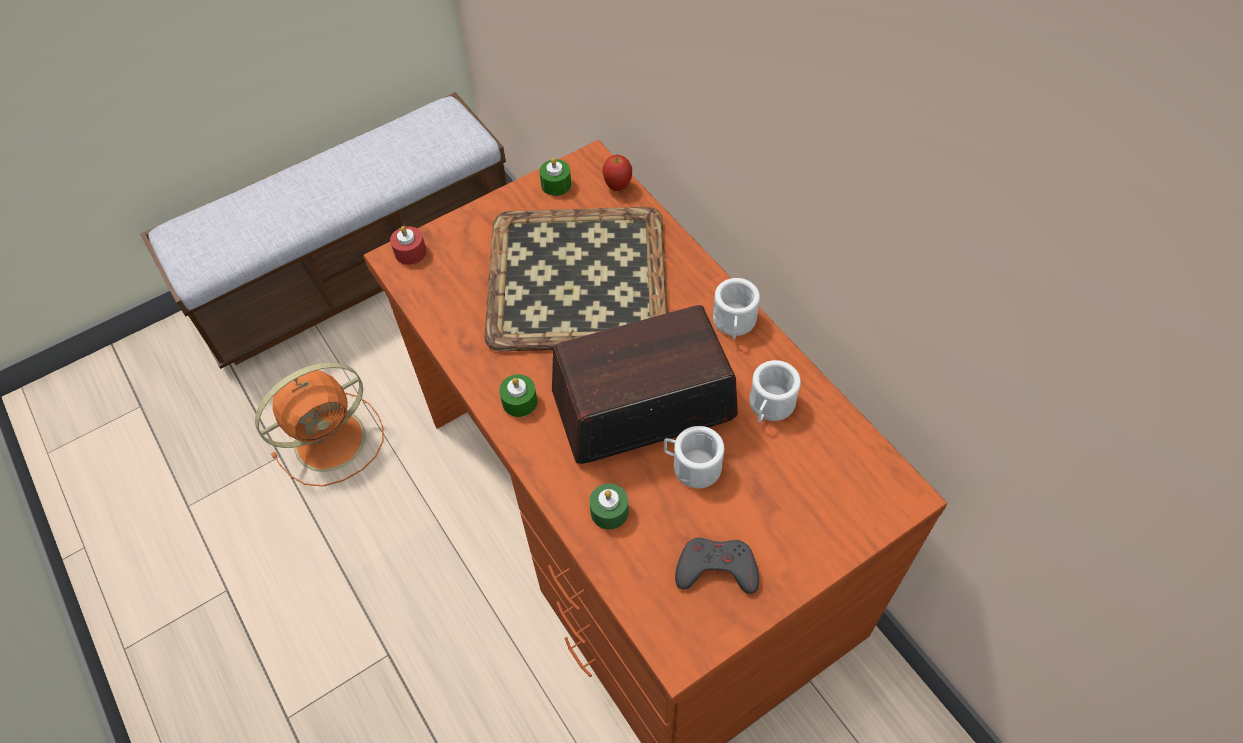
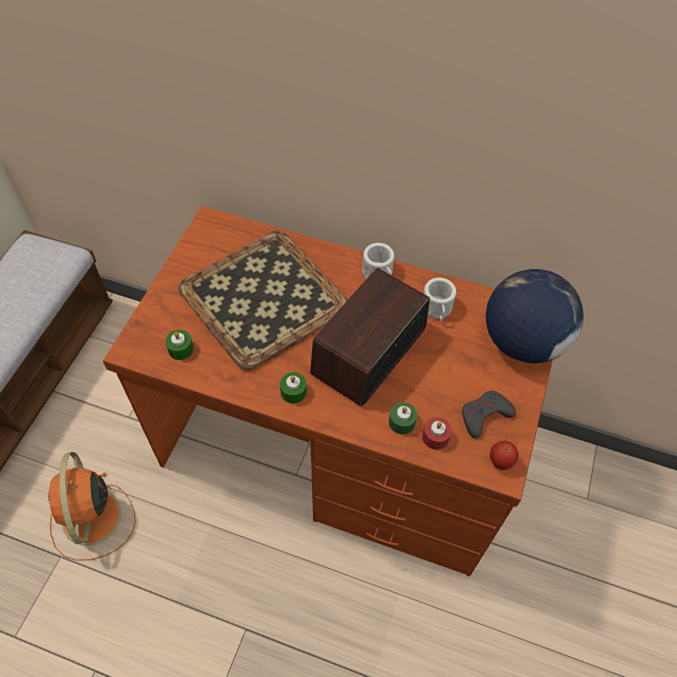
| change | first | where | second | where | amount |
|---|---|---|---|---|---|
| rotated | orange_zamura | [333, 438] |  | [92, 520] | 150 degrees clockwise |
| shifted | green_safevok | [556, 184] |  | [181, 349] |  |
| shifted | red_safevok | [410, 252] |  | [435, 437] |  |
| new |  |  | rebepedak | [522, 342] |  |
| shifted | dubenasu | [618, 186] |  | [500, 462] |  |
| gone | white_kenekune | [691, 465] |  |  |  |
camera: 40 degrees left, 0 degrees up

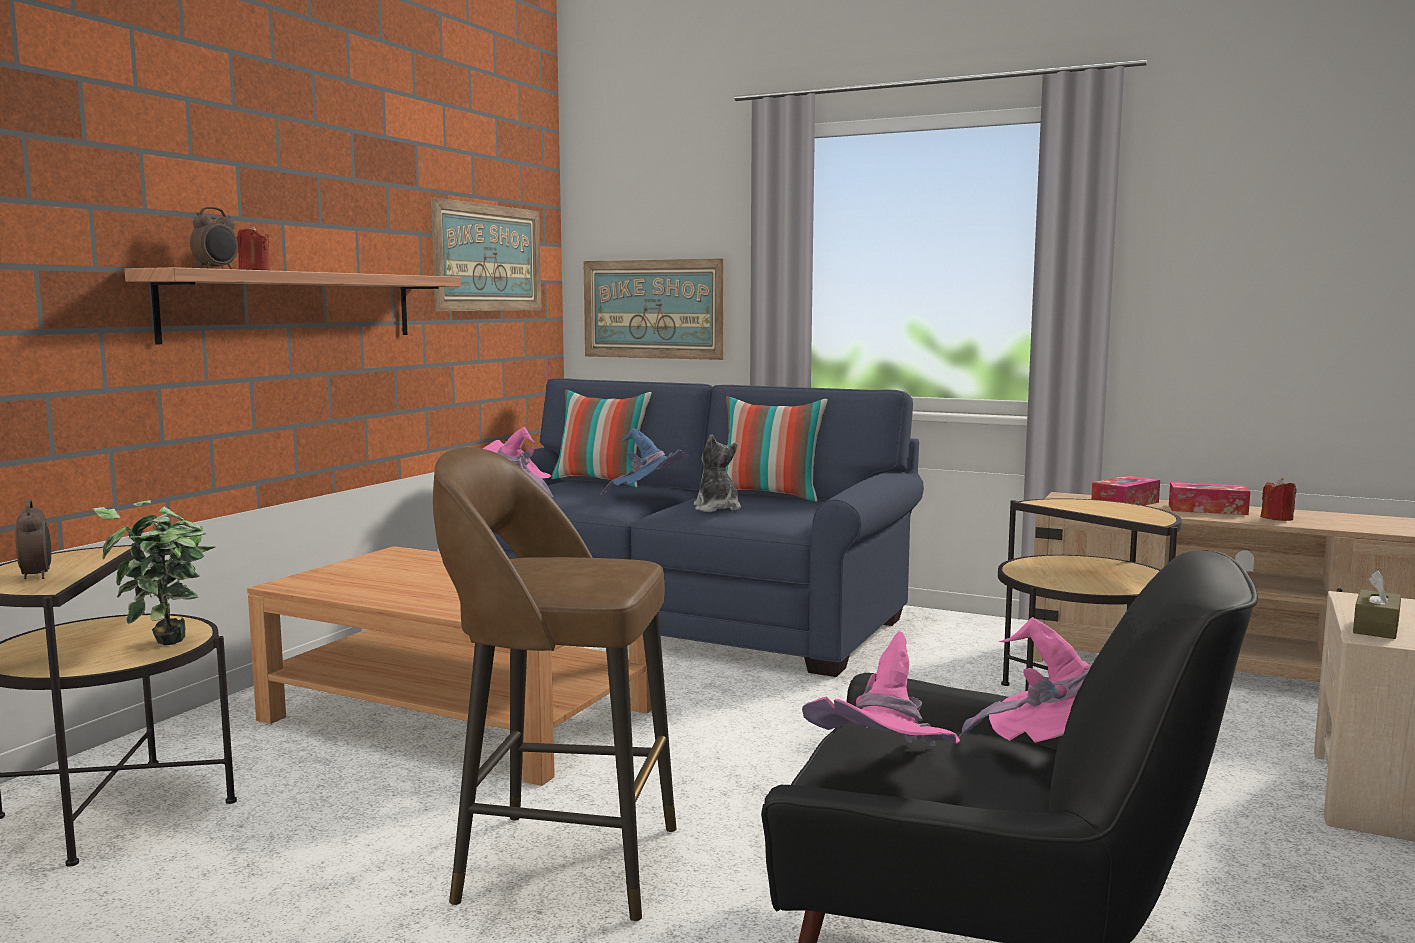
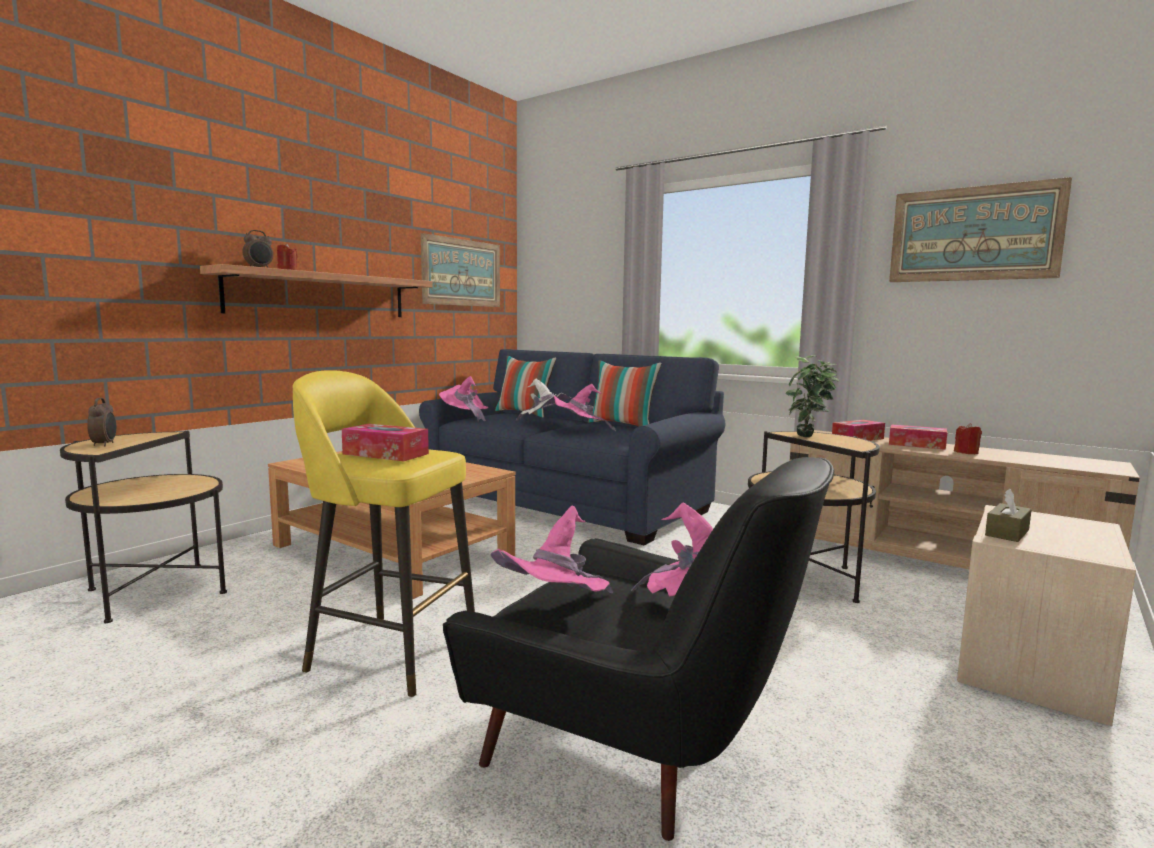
| change | first | where | second | where | amount |
|---|---|---|---|---|---|
| repainted | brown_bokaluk | [561, 863] | yellow_bokaluk | [389, 651] |  |
| new |  |  | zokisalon | [385, 454] |  |
| repainted | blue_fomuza | [648, 497] | white_fomuza | [544, 423] |  |
| swapped | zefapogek | [717, 508] | pink_fomuza | [580, 431] |  |
| shifted | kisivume | [166, 647] |  | [809, 438] |  |
| shifted | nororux | [653, 309] |  | [973, 234] |  |
camera: 10 degrees right, 0 degrees up

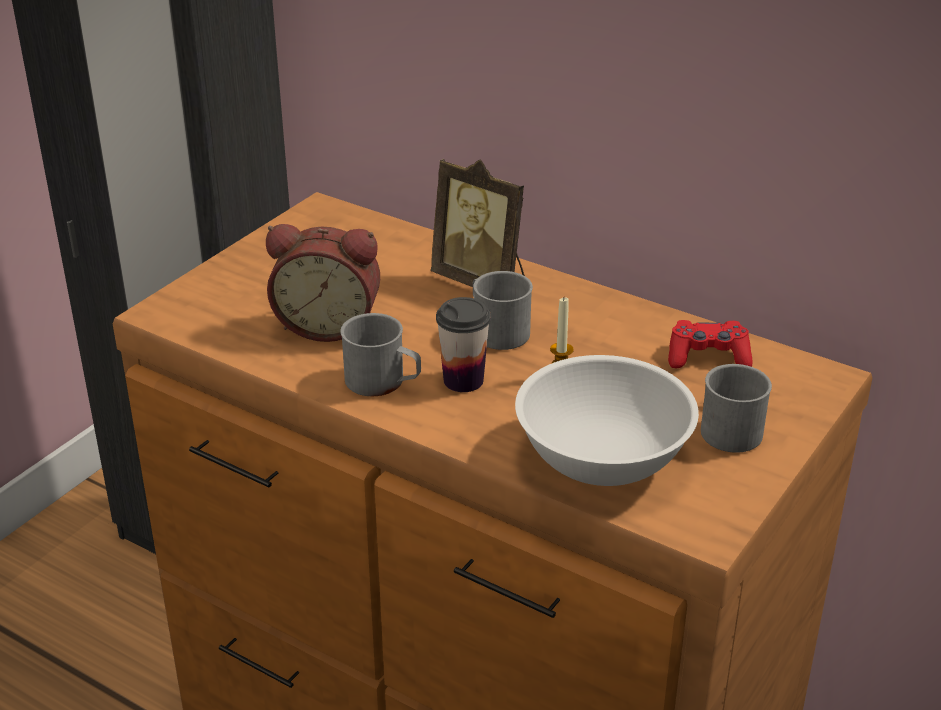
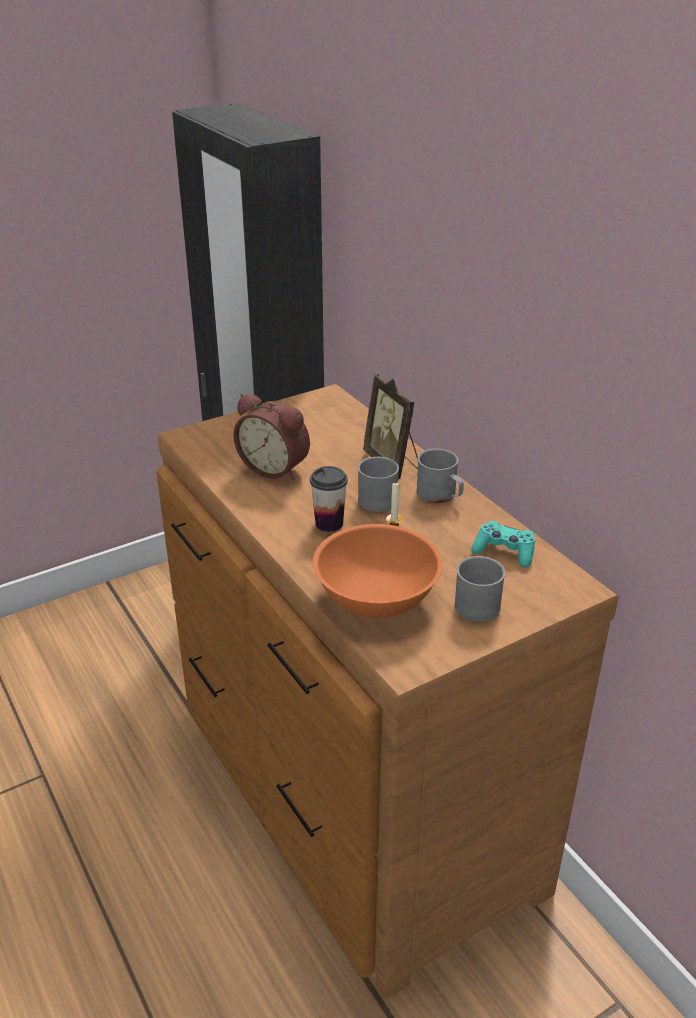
| change | first | where | second | where | amount |
|---|---|---|---|---|---|
| repainted | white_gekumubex | [602, 458] | orange_gekumubex | [377, 597] |  |
| shifted | grey_kenekune | [383, 382] |  | [440, 495] |  |
| repainted | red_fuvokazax | [708, 357] | turquoise_fuvokazax | [504, 552] |  |
camera: 25 degrees right, 0 degrees up

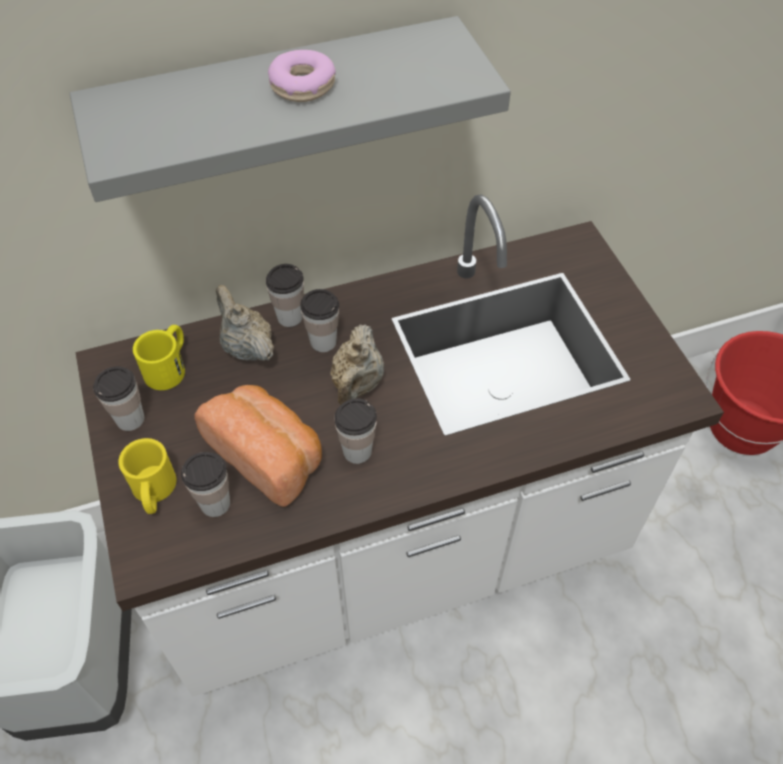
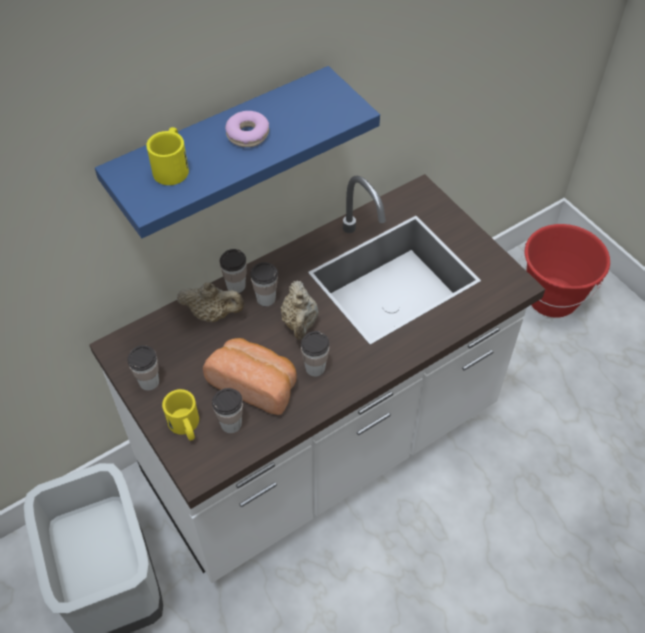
| change | first | where | second | where | amount |
|---|---|---|---|---|---|
| repainted | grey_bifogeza | [279, 107] | blue_bifogeza | [221, 146] |  |
| shifted | yellow_kenekune | [169, 366] |  | [172, 166] |  |
| rotated | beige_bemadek | [246, 347] |  | [213, 314] | 150 degrees clockwise |
camera: 15 degrees left, 0 degrees up

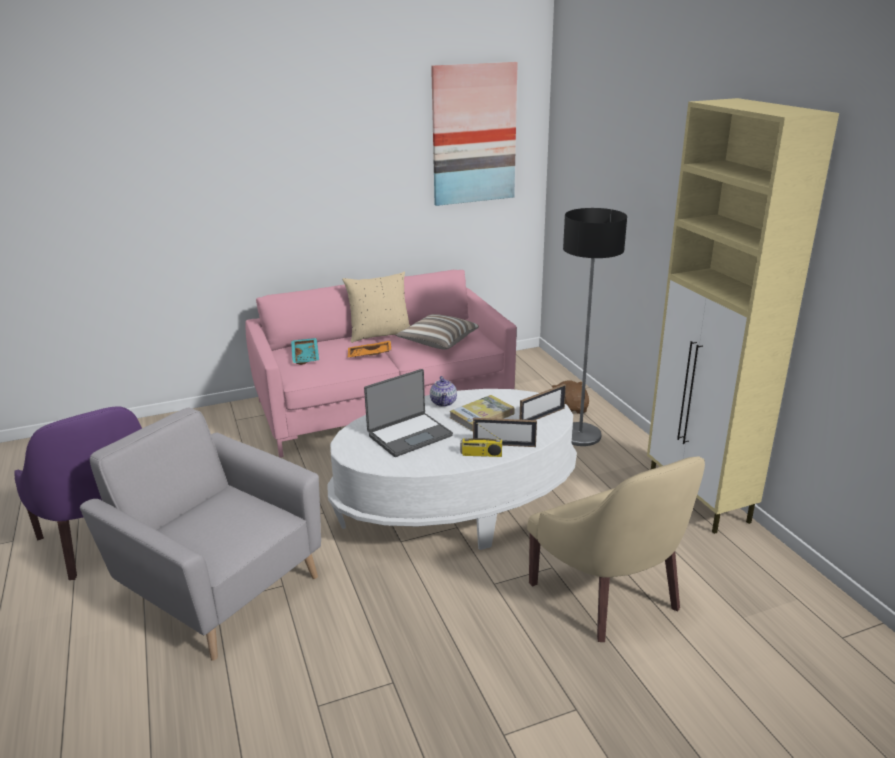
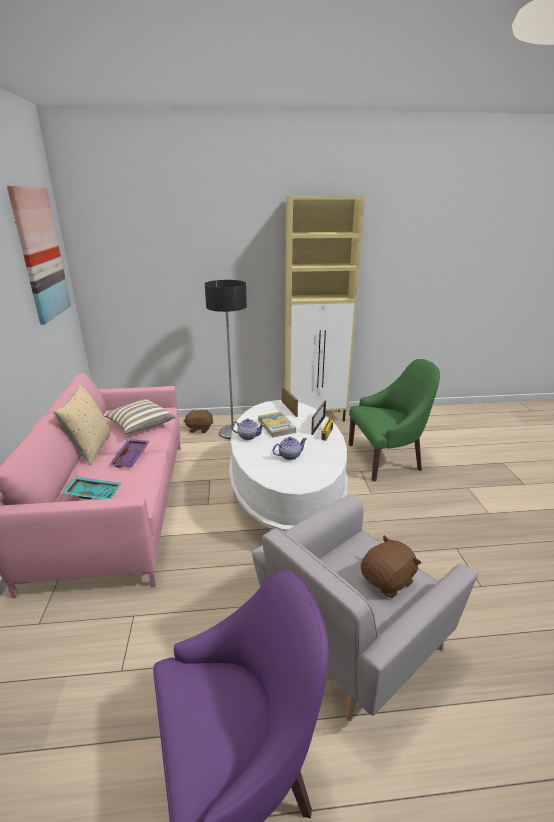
| change | first | where | second | where | amount |
|---|---|---|---|---|---|
| repainted | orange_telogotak | [369, 355] | purple_telogotak | [131, 458] |  |
| swapped | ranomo | [409, 435] | bemadek | [289, 456] |  |
| repainted | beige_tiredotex | [610, 595] | green_tiredotex | [386, 459] |  |
| new |  |  | brown_zefapogek | [388, 580] |  |
camera: 75 degrees left, 0 degrees up

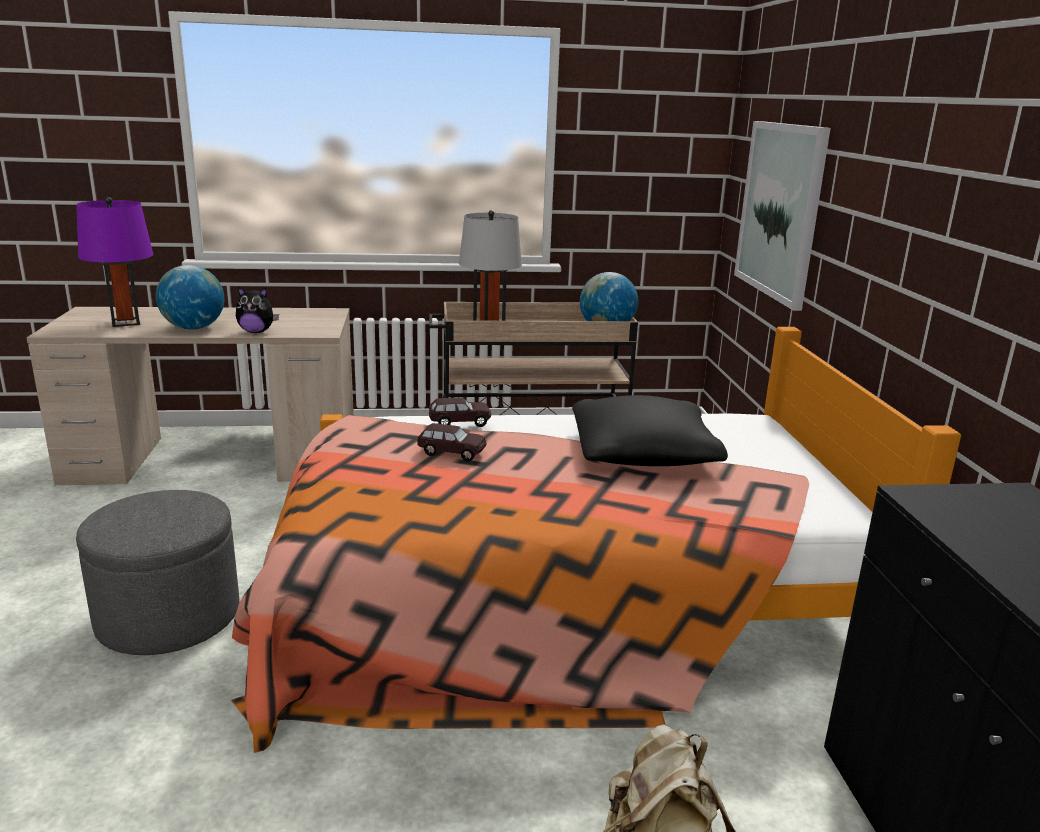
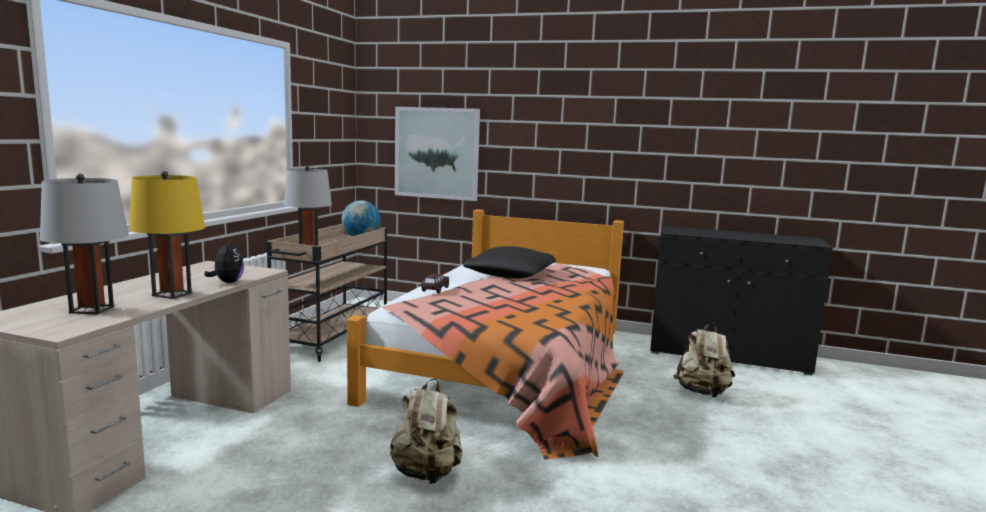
| change | first | where | second | where | amount |
|---|---|---|---|---|---|
| repainted | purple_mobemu | [125, 322] | grey_mobemu | [91, 309] |  |
| swapped | rebepedak | [193, 328] | yellow_mobemu | [172, 294] |  |
| rotated | zefapogek | [256, 332] |  | [227, 282] | 45 degrees counterclockwise |
| swapped | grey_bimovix | [168, 617] | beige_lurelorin | [426, 473] |  |
| gone | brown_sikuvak | [452, 452] |  |  |  |
camera: 65 degrees left, 10 degrees down

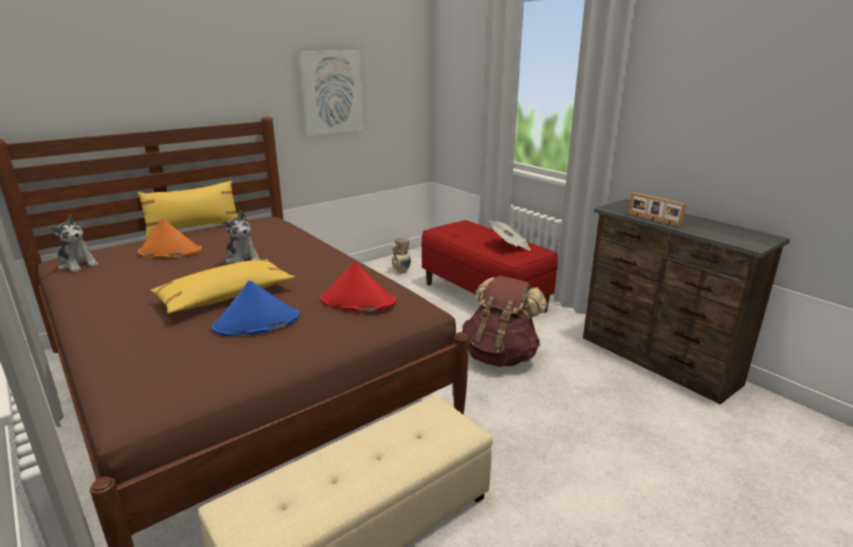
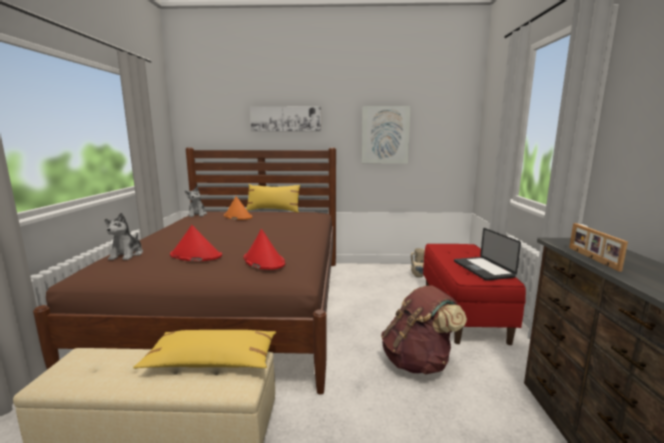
| change | first | where | second | where | amount |
|---|---|---|---|---|---|
| shifted | zefapogek | [243, 259] |  | [127, 255] |  |
| shifted | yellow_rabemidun | [225, 296] |  | [212, 361] |  |
| repainted | blue_fomuza | [256, 323] | red_fomuza | [195, 255] |  |
| new |  |  | nororux | [286, 119] |  |
| swapped | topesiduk | [510, 246] | ranomo | [483, 269] |  |
camera: 40 degrees right, 10 degrees down

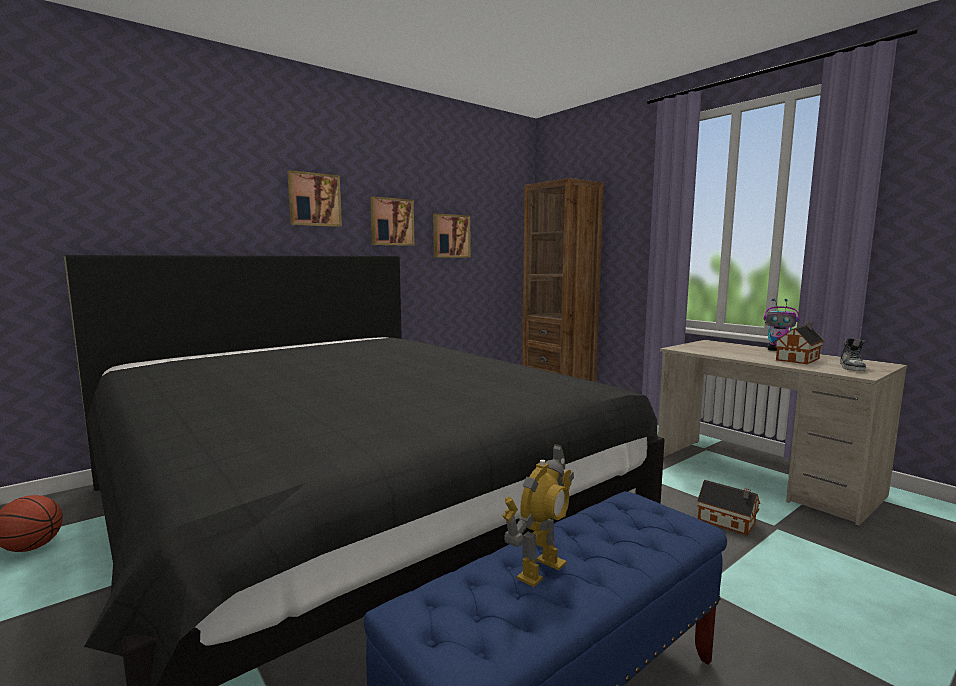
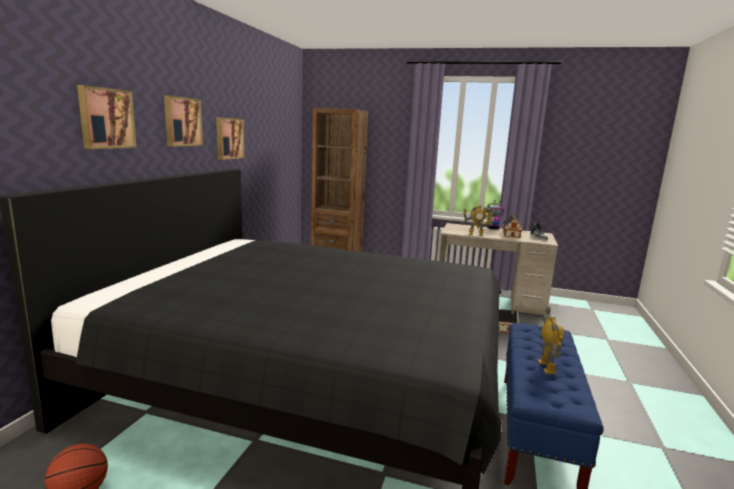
| change | first | where | second | where | amount |
|---|---|---|---|---|---|
| shifted | nororux | [450, 236] |  | [106, 118] |  |
| new |  |  | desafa | [476, 234] |  |
camera: 35 degrees left, 5 degrees up

